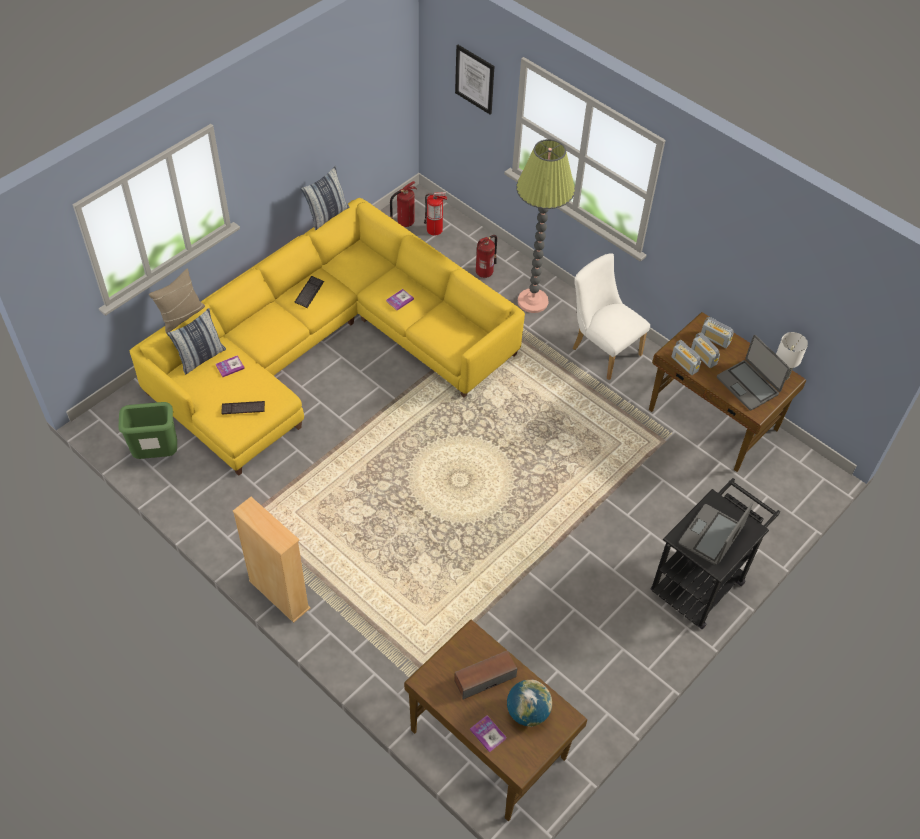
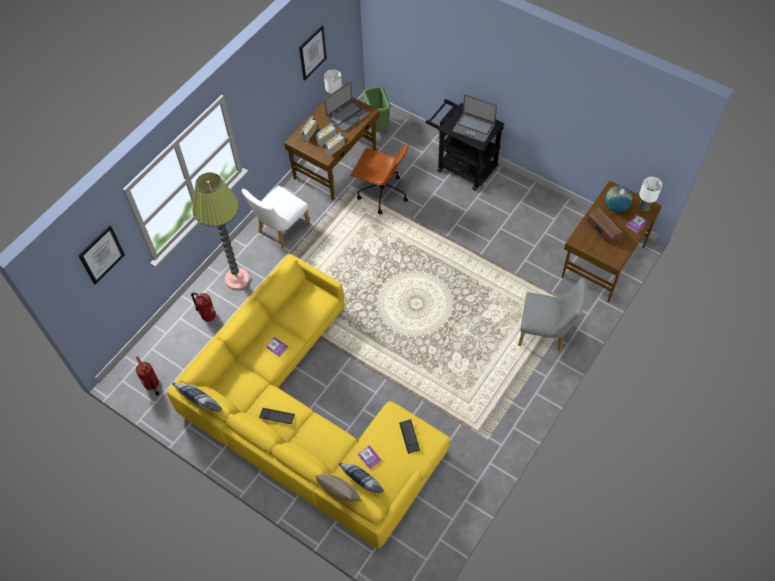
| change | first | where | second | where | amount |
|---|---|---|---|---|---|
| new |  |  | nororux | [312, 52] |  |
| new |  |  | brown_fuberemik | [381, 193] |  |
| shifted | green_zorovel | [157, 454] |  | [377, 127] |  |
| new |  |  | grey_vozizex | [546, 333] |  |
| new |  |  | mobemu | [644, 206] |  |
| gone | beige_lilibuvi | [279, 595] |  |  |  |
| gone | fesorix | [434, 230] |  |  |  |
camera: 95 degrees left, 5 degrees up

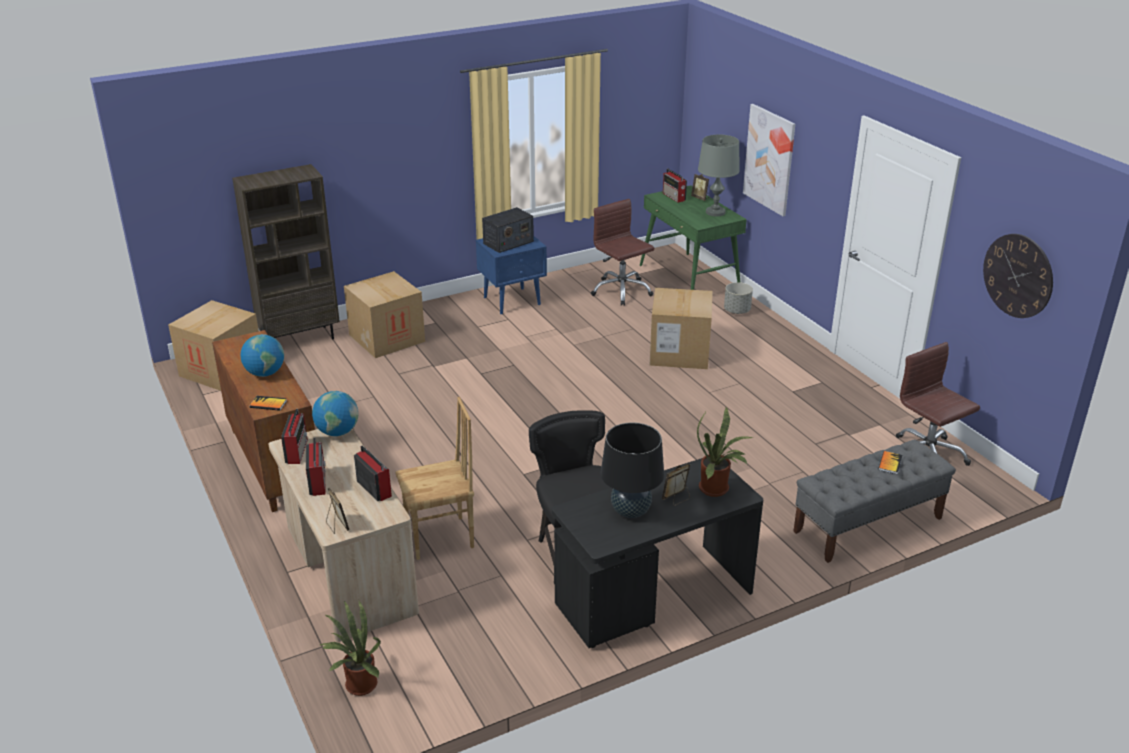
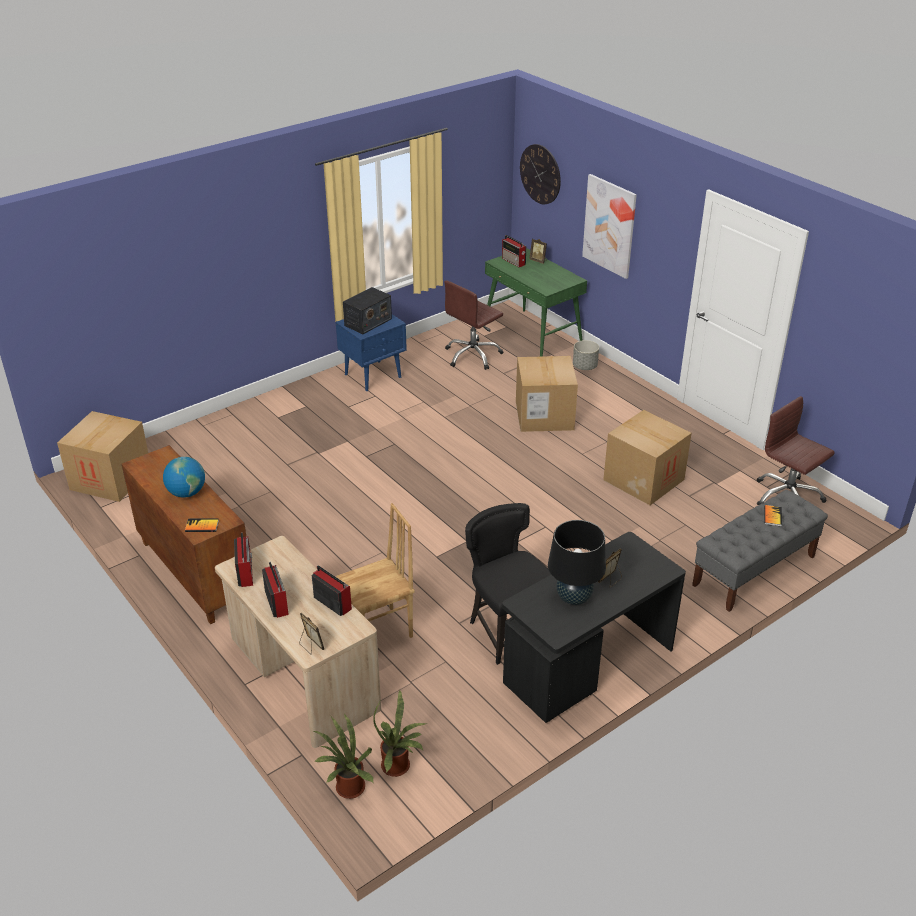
| change | first | where | second | where | amount |
|---|---|---|---|---|---|
| shifted | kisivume | [717, 489] |  | [398, 766] |  |
| rotated | brown_fuberemik | [621, 291] |  | [473, 355] | 90 degrees counterclockwise |
| shifted | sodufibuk | [1018, 275] |  | [540, 174] |  |
| shifted | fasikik | [387, 338] |  | [643, 480] |  |
| gone | brown_lilibuvi | [300, 339] |  |  |  |
| gone | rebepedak | [337, 432] |  |  |  |
| gone | grey_mobemu | [715, 212] |  |  |  |
camera: 10 degrees left, 5 degrees up

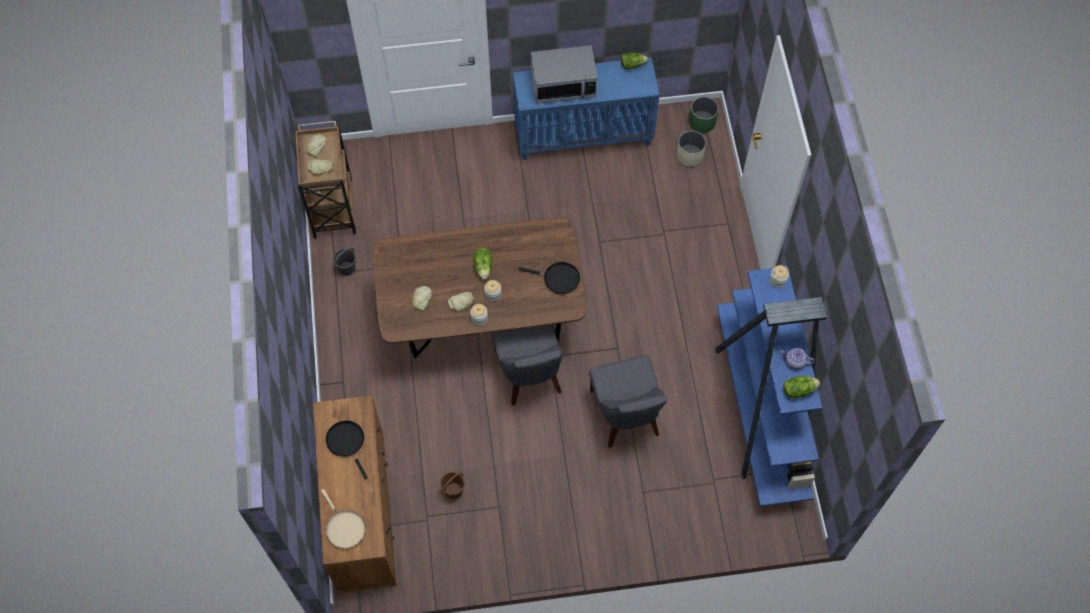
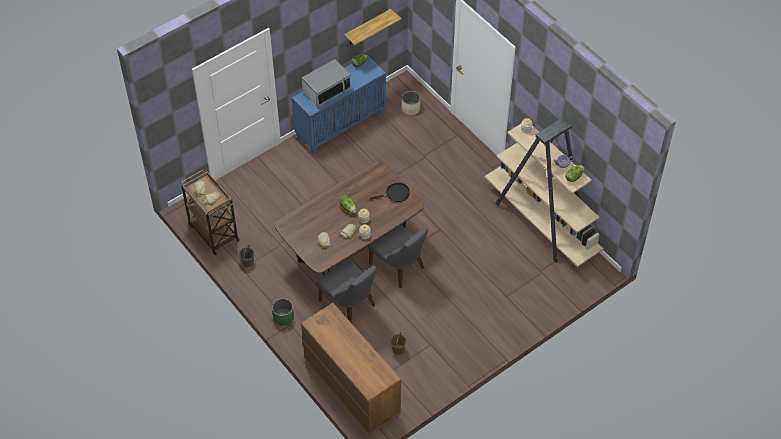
| change | first | where | second | where | amount |
|---|---|---|---|---|---|
| shifted | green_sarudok | [702, 122] |  | [283, 317] |  |
| shifted | grey_vozizex | [625, 416] |  | [349, 304] |  |
| new |  |  | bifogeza | [367, 27] |  |
| repainted | blue_lilibuvi | [760, 410] | beige_lilibuvi | [541, 223] |  |
| gone | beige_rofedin | [344, 527] |  |  |  |
| gone | black_rofedin | [347, 442] |  |  |  |
camera: 30 degrees left, 10 degrees down

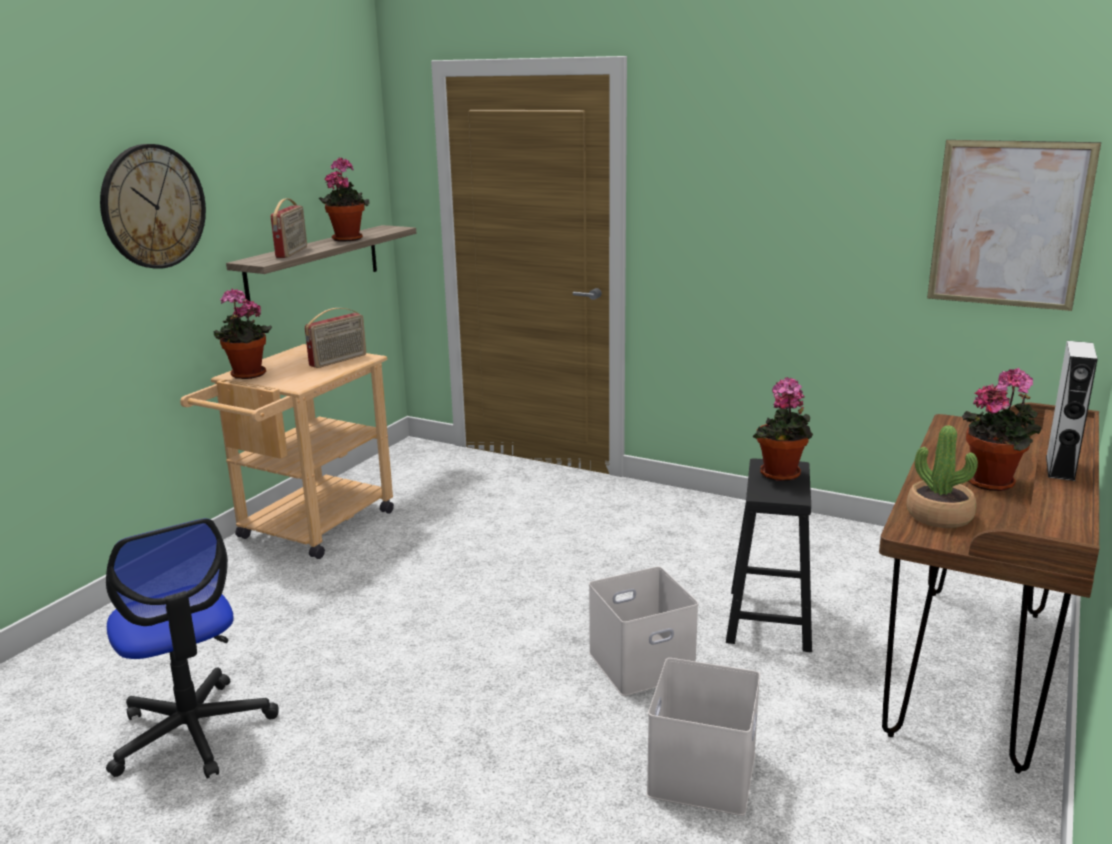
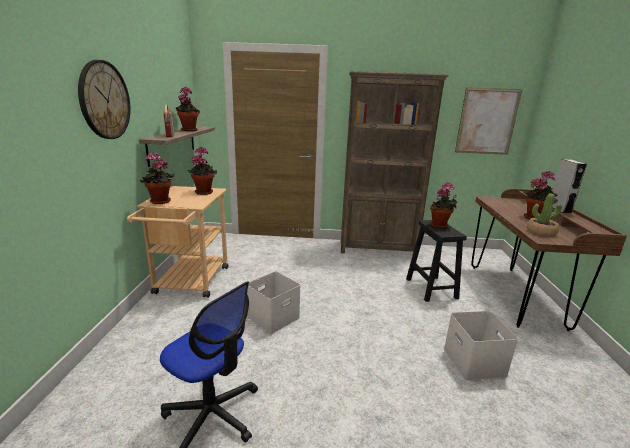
| change | first | where | second | where | amount |
|---|---|---|---|---|---|
| swapped | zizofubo | [339, 360] | kisivume | [204, 192] |  |
| shifted | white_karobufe | [640, 665] |  | [273, 318] |  |
| new |  |  | brown_lilibuvi | [378, 249] |  |
camera: 25 degrees left, 0 degrees up

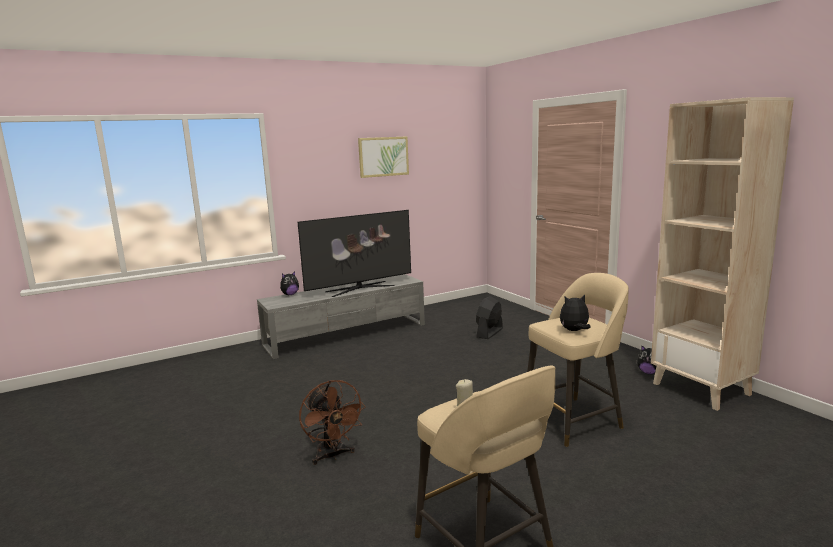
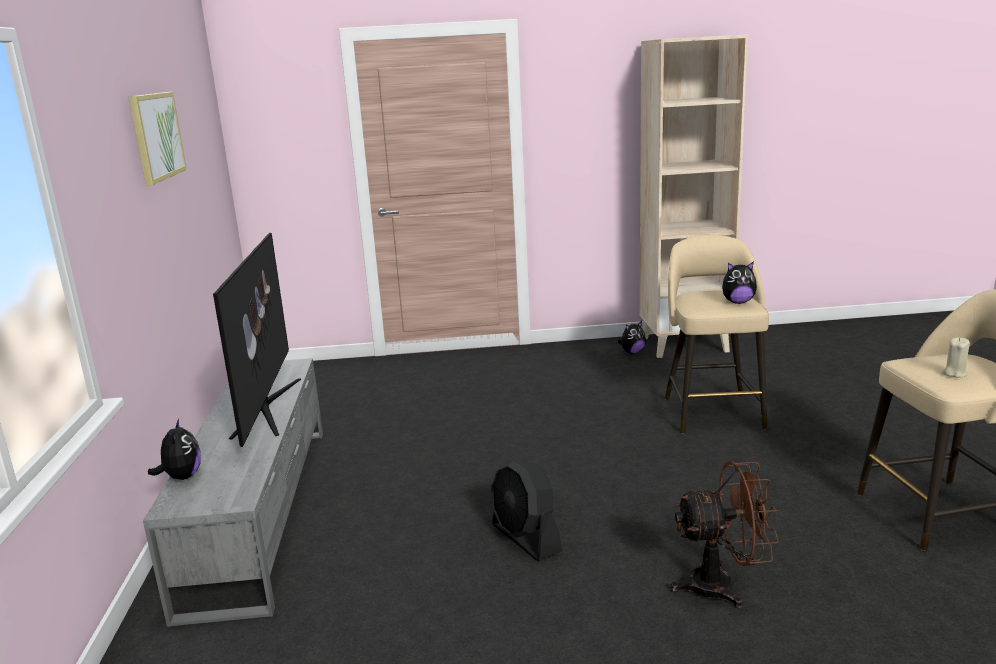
| change | first | where | second | where | amount |
|---|---|---|---|---|---|
| shifted | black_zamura | [489, 332] |  | [526, 538] |  |
| rotated | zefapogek | [574, 331] |  | [738, 302] | 105 degrees counterclockwise |
camera: 65 degrees left, 5 degrees up

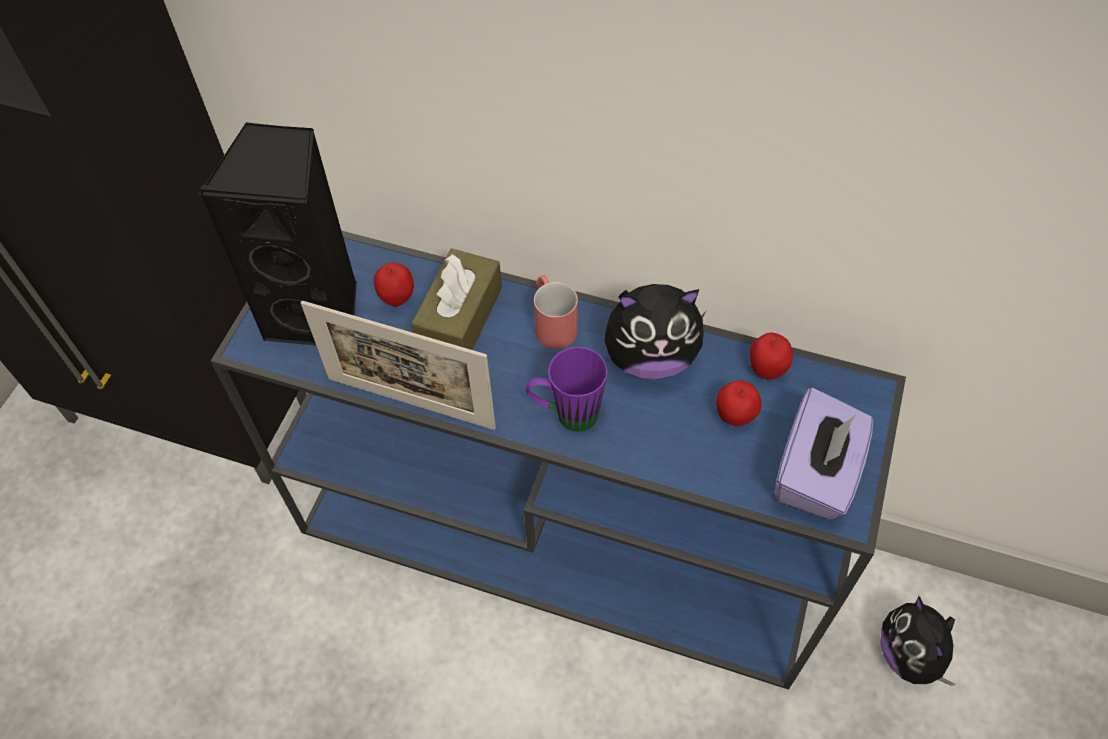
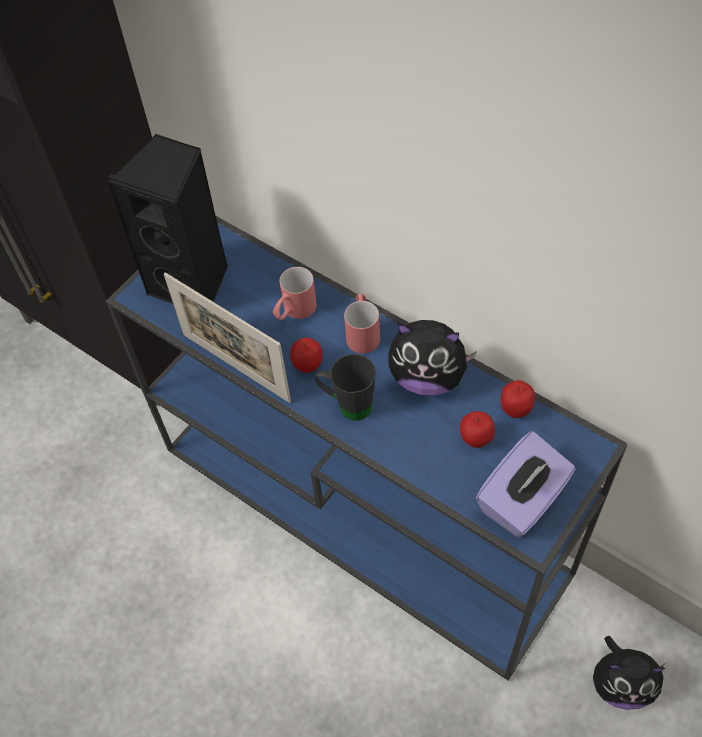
| change | first | where | second | where | amount |
|---|---|---|---|---|---|
| swapped | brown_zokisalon | [460, 318] | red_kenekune | [294, 311] |  |
| shifted | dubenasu | [397, 299] |  | [308, 367] |  |
| repainted | purple_kenekune | [566, 414] | black_kenekune | [347, 405] |  |
| rotated | zefapogek | [910, 655] |  | [621, 684] | 90 degrees counterclockwise |
camera: 20 degrees right, 0 degrees up

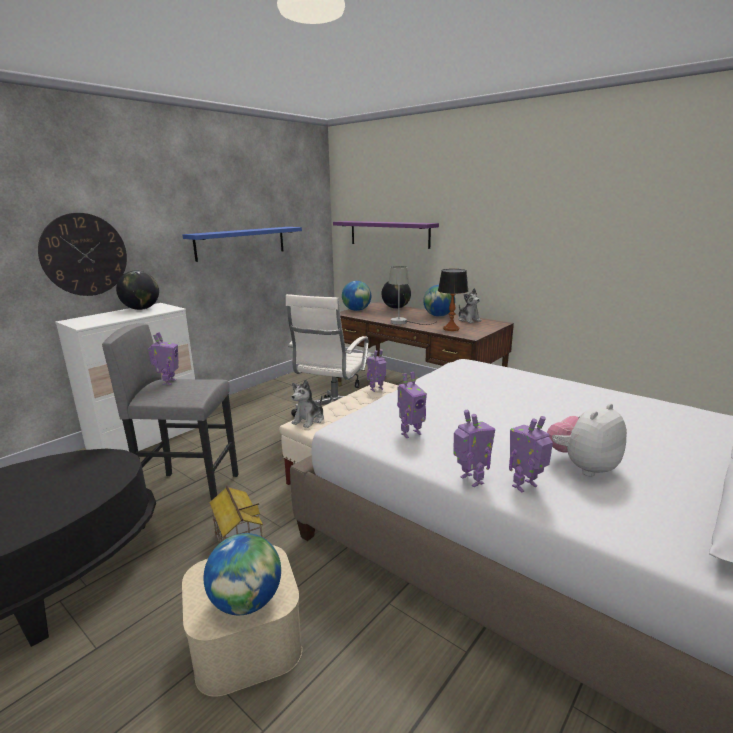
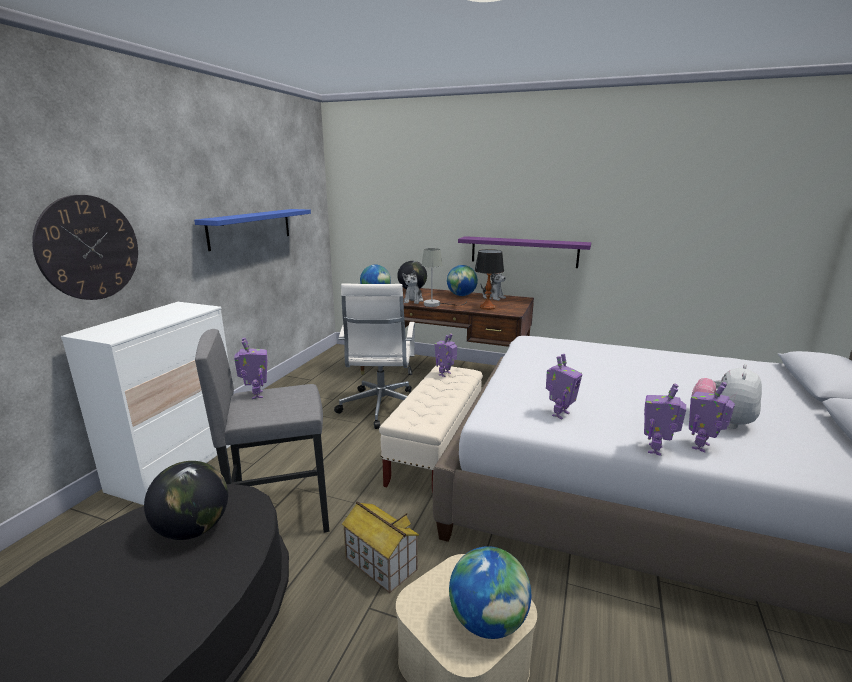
| change | first | where | second | where | amount |
|---|---|---|---|---|---|
| shifted | rebepedak | [141, 309] |  | [193, 529] |  |
| shifted | zefapogek | [309, 420] |  | [413, 301] |  |
| shifted | purple_bifogeza | [389, 234] |  | [524, 252] |  |
| rotated | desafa | [470, 480] |  | [656, 450] | 105 degrees counterclockwise |
camera: 20 degrees left, 0 degrees up

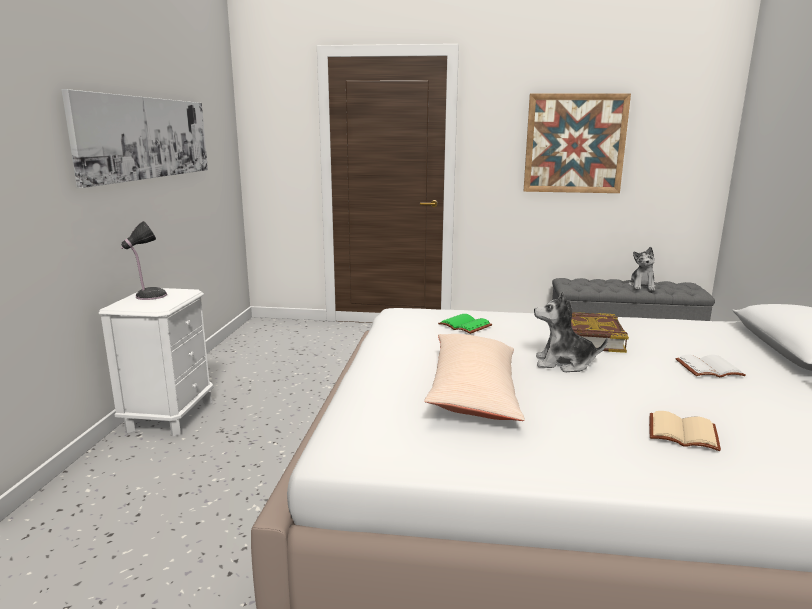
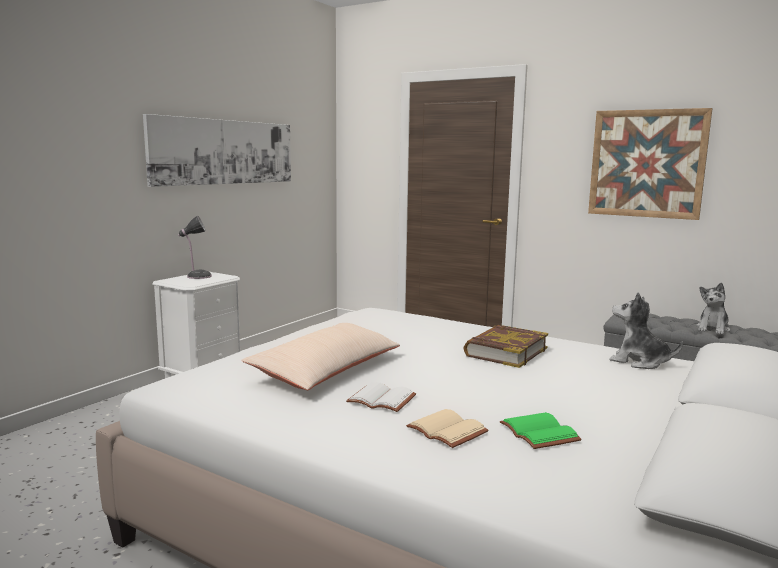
| change | first | where | second | where | amount |
|---|---|---|---|---|---|
| shifted | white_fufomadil | [709, 368] |  | [383, 399] |  |
| shifted | green_fufomadil | [463, 326] |  | [536, 433] |  |
| shifted | zefapogek | [564, 363] |  | [639, 362] |  |
camera: 25 degrees right, 5 degrees down

